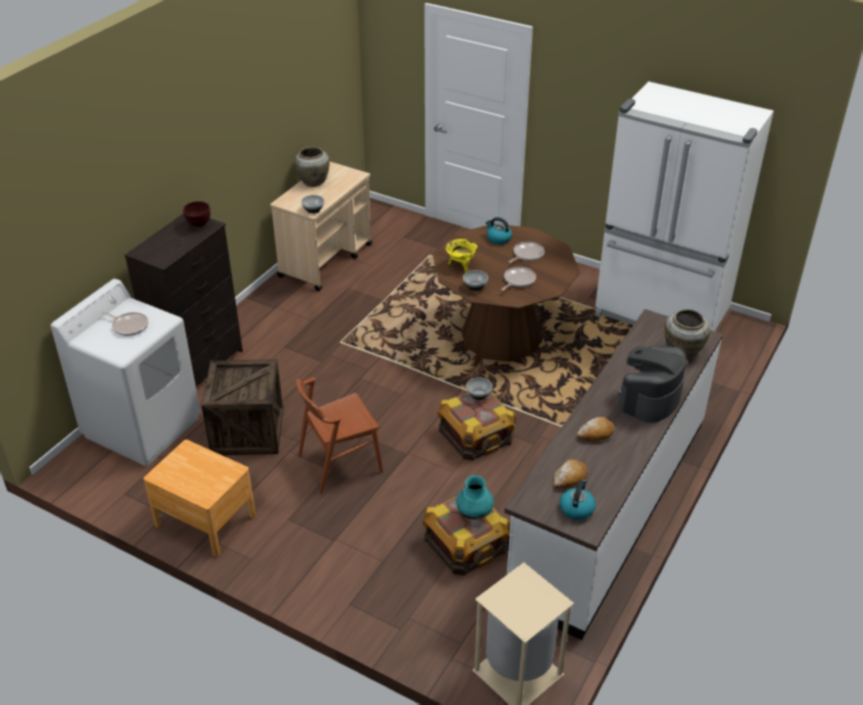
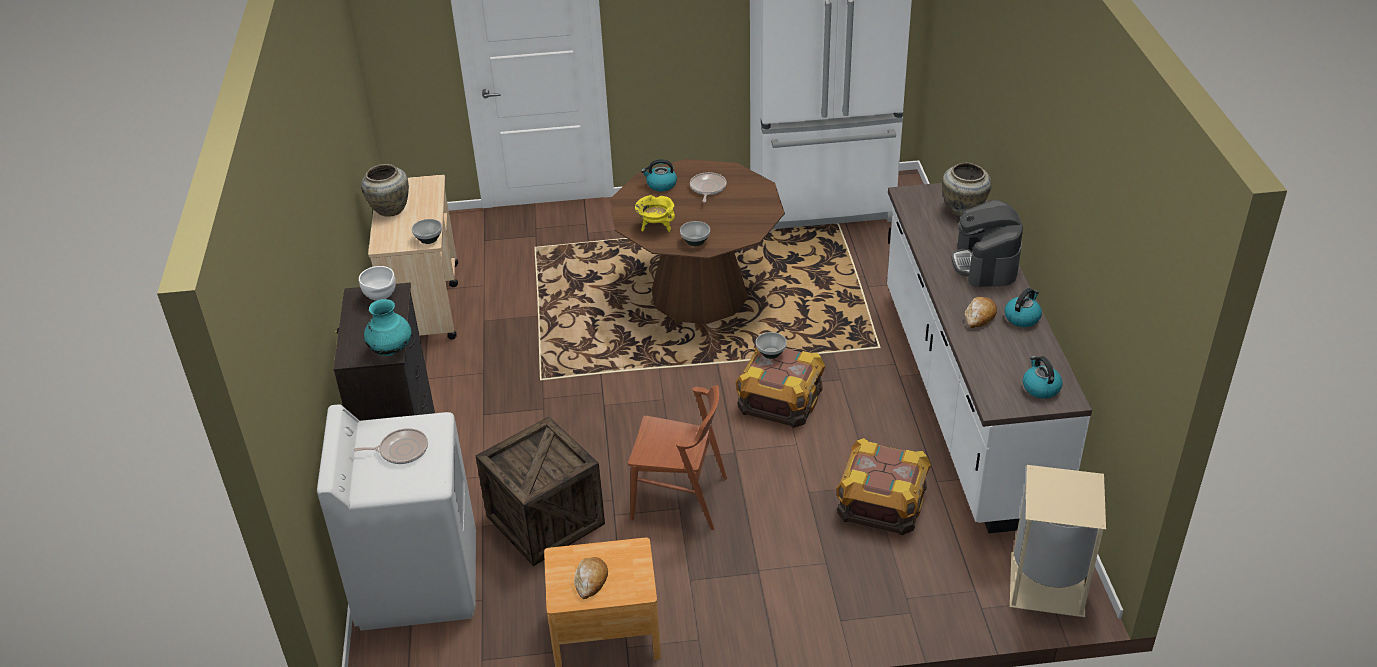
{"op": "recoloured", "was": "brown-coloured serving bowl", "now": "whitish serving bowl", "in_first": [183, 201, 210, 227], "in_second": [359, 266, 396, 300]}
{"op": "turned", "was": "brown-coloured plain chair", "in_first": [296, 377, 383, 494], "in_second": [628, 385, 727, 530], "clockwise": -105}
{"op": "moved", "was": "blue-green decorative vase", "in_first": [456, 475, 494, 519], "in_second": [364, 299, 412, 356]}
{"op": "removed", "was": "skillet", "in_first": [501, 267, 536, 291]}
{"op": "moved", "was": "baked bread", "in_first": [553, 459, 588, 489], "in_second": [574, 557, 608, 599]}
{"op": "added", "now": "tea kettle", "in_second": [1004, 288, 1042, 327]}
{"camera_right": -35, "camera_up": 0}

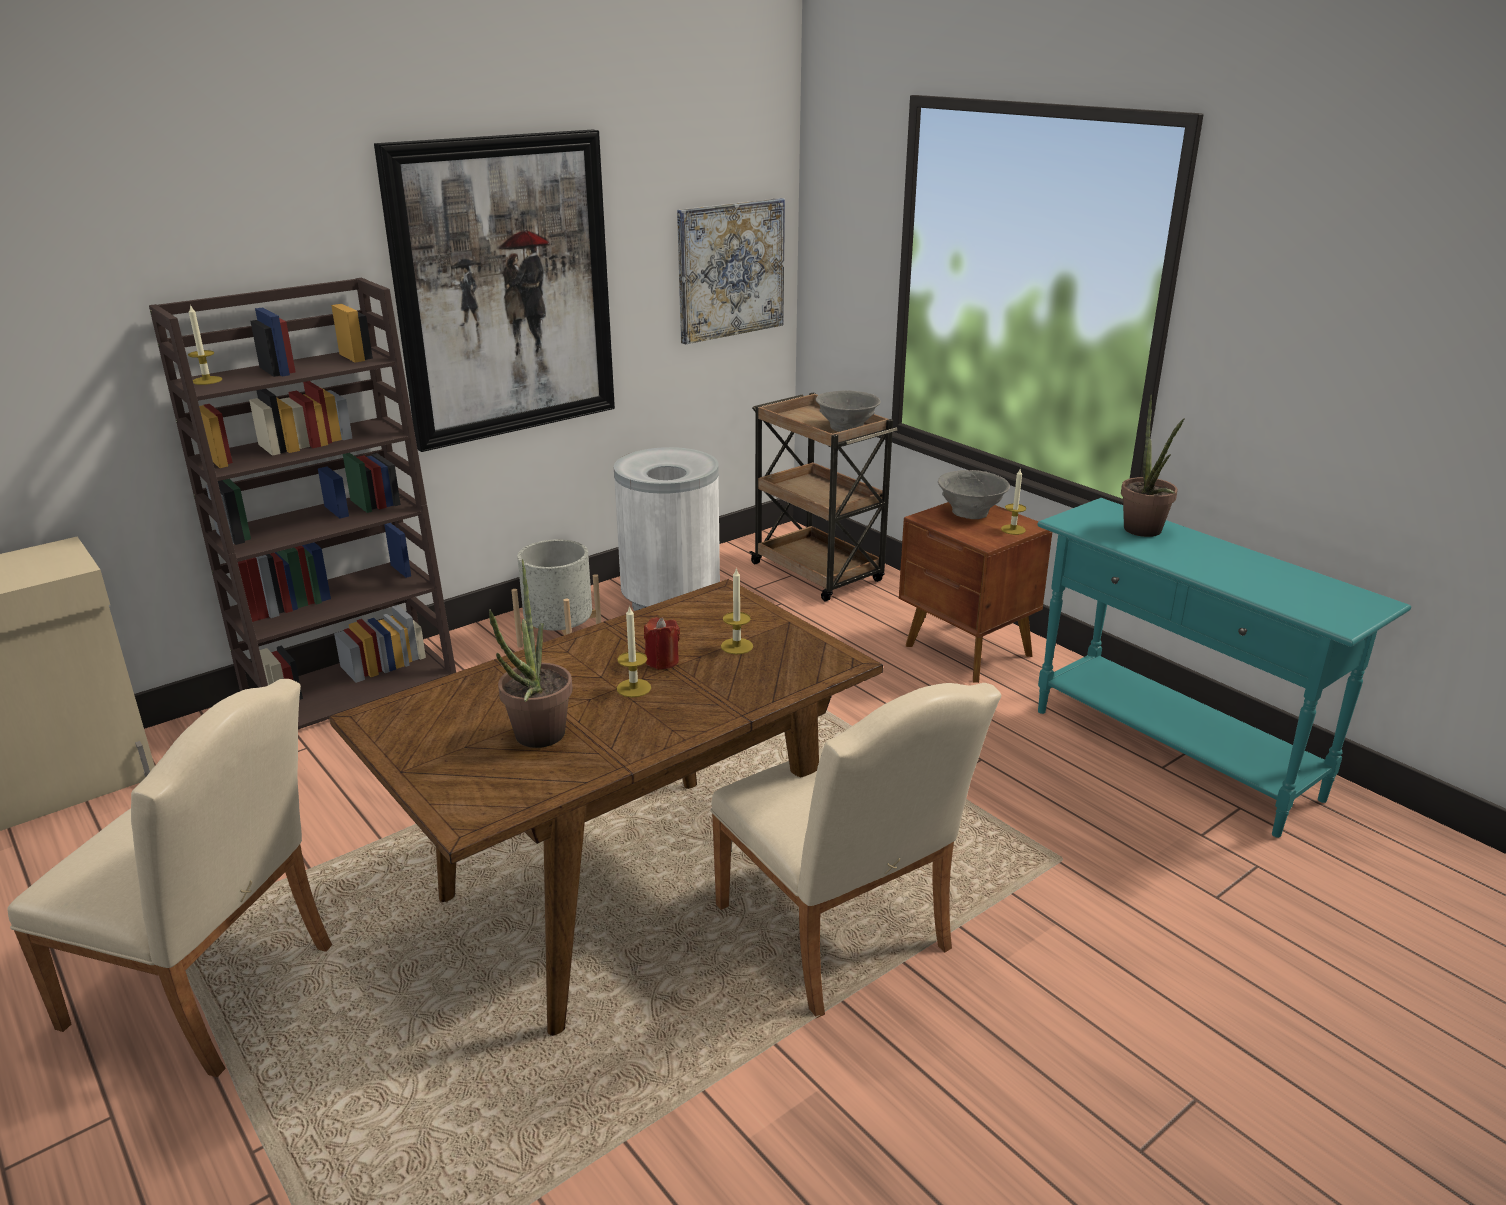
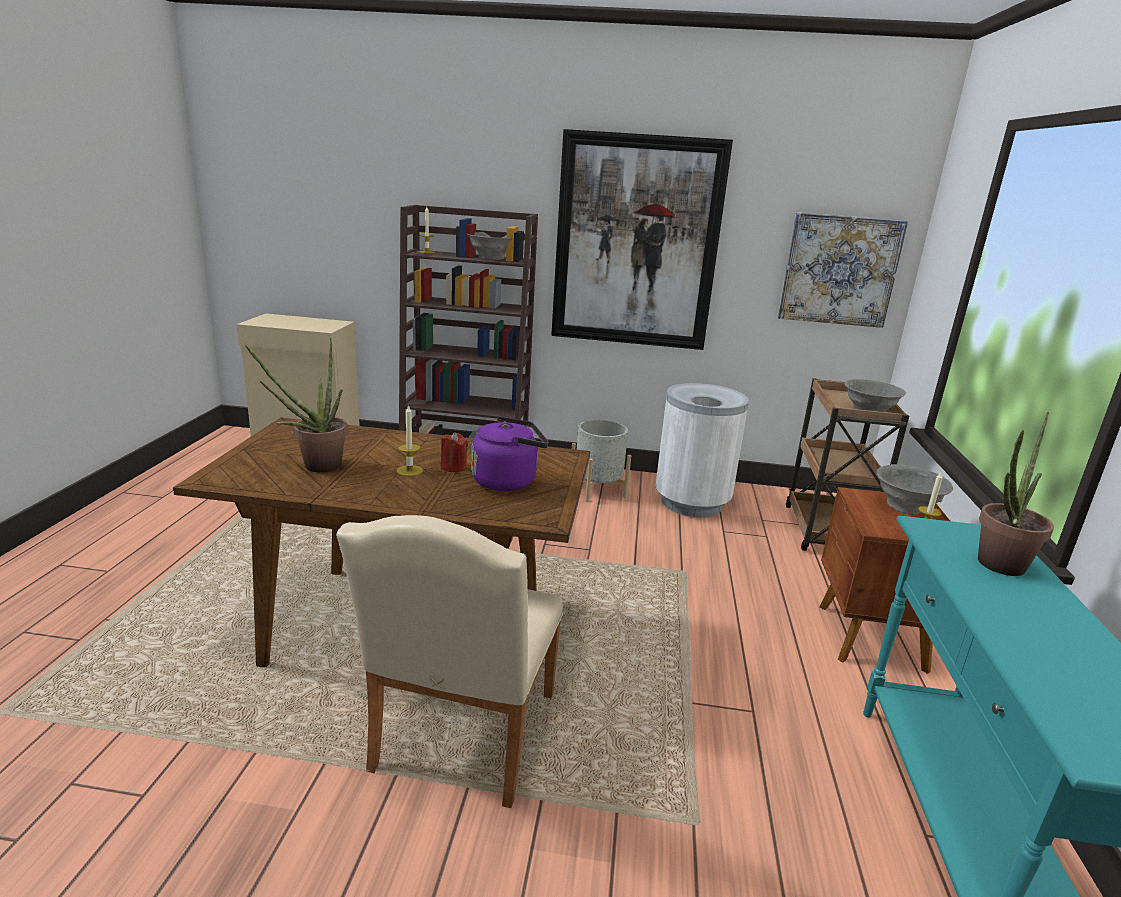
{"op": "removed", "was": "beige-coloured plain chair", "in_first": [7, 679, 332, 1077]}
{"op": "replaced", "was": "candle", "now": "purple tea kettle", "in_first": [721, 567, 753, 654], "in_second": [471, 416, 549, 491]}
{"op": "added", "now": "grey serving bowl", "in_second": [467, 232, 513, 260]}
{"camera_right": 45, "camera_up": -5}

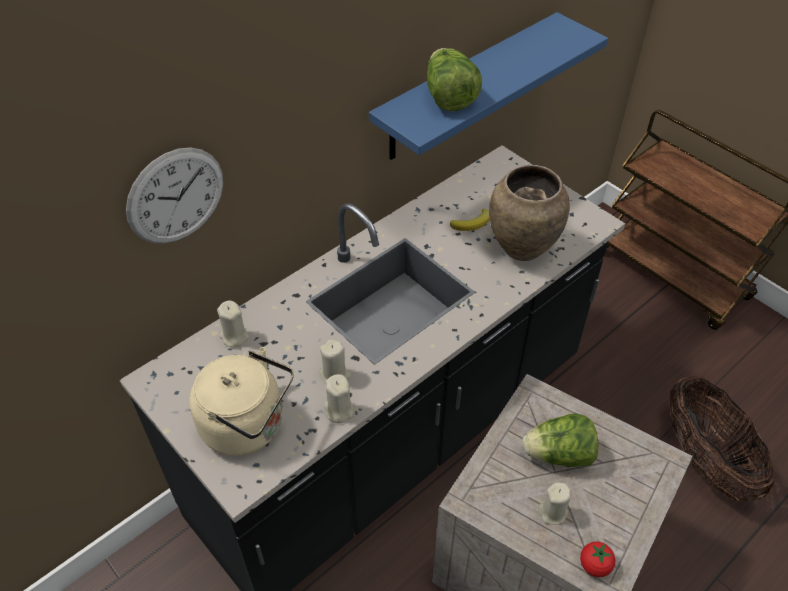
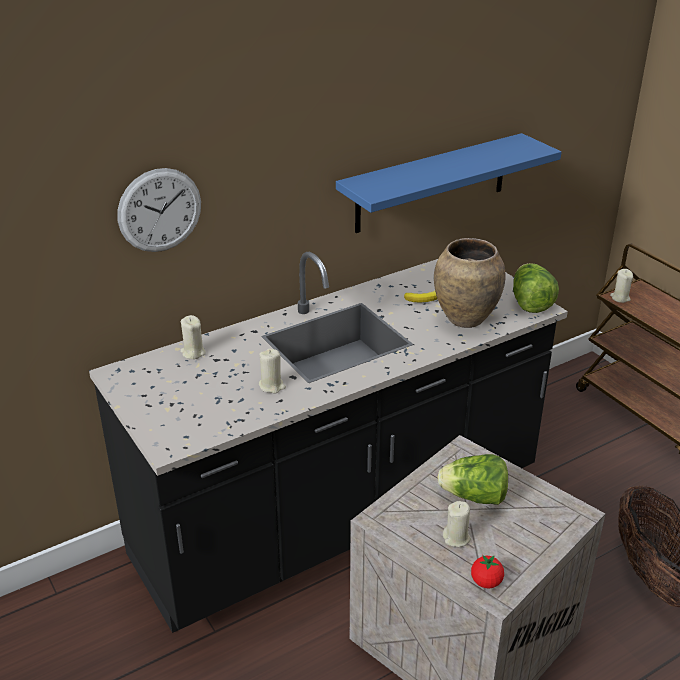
{"op": "removed", "was": "beige-coloured tea kettle", "in_first": [189, 347, 294, 456]}
{"op": "moved", "was": "beige-coloured candle", "in_first": [324, 374, 354, 423], "in_second": [610, 269, 633, 303]}
{"op": "moved", "was": "lettuce", "in_first": [427, 48, 482, 111], "in_second": [513, 263, 559, 313]}
{"camera_right": 10, "camera_up": -15}

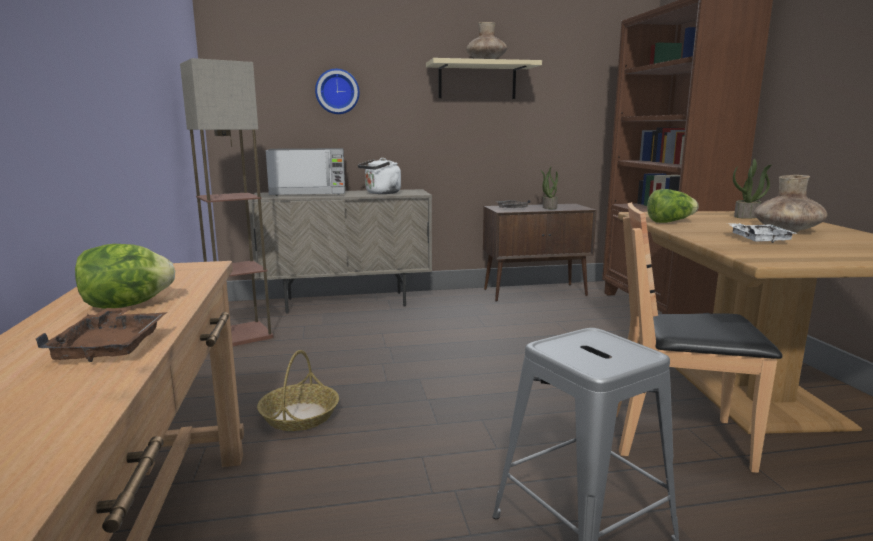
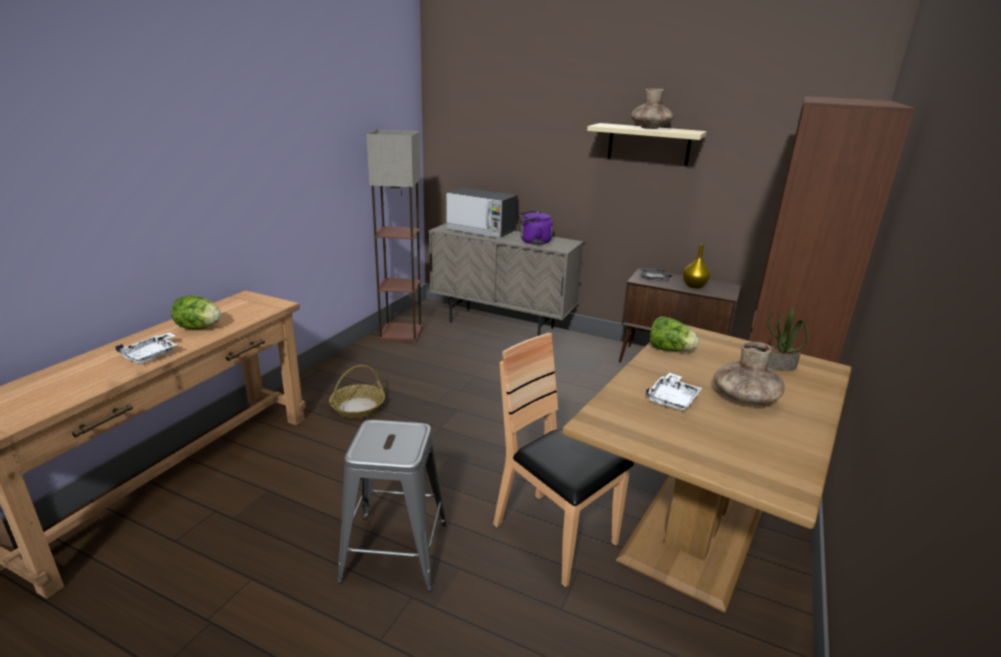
{"op": "recoloured", "was": "brown-coloured tray", "now": "whitish tray", "in_first": [36, 308, 167, 362], "in_second": [115, 333, 178, 364]}
{"op": "removed", "was": "clock on the wall", "in_first": [315, 69, 360, 114]}
{"op": "recoloured", "was": "whitish tea kettle", "now": "purple tea kettle", "in_first": [358, 158, 401, 194], "in_second": [518, 210, 553, 245]}
{"op": "replaced", "was": "plant in a pot", "now": "yellowish decorative vase", "in_first": [540, 167, 558, 209], "in_second": [683, 245, 711, 289]}
{"camera_right": 35, "camera_up": 10}

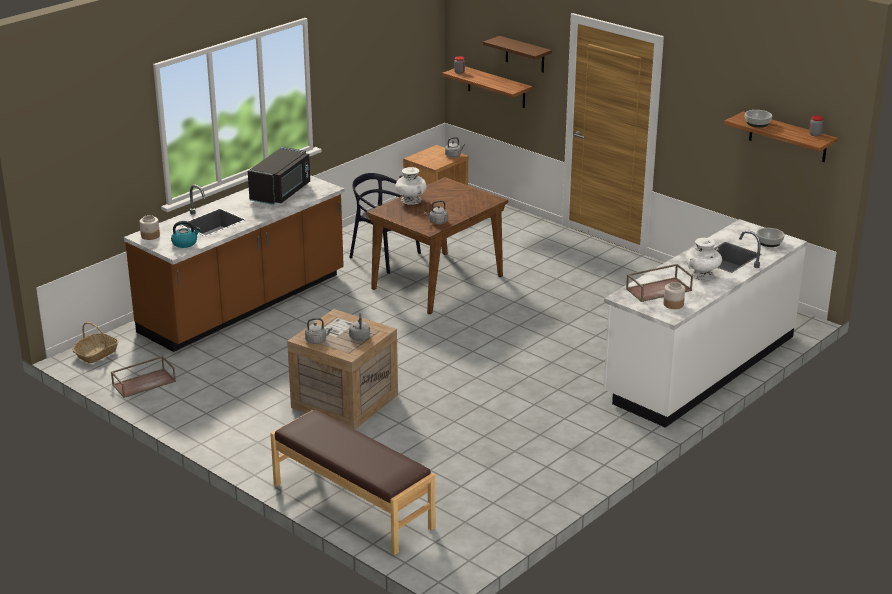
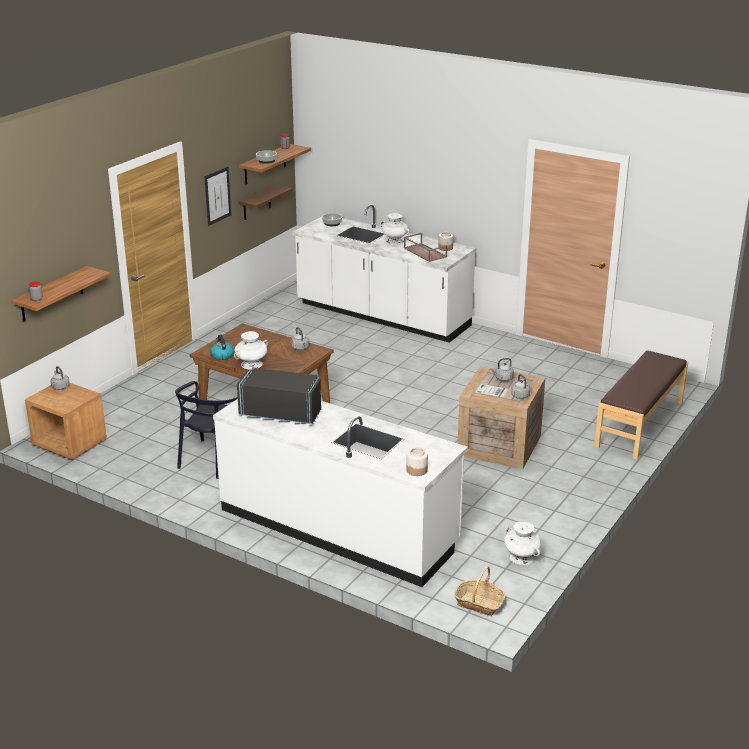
{"op": "replaced", "was": "brown-coloured tray", "now": "whitish decorative vase", "in_first": [111, 356, 176, 398], "in_second": [504, 522, 541, 565]}
{"op": "recoloured", "was": "brown-coloured counter", "now": "whitish counter", "in_first": [124, 175, 345, 352], "in_second": [213, 399, 468, 587]}
{"op": "moved", "was": "tea kettle", "in_first": [171, 221, 200, 248], "in_second": [210, 334, 234, 360]}
{"op": "moved", "was": "brown-coloured shelf", "in_first": [483, 36, 552, 73], "in_second": [238, 185, 292, 220]}
{"op": "added", "now": "picture", "in_second": [205, 167, 231, 226]}
{"camera_right": -100, "camera_up": 0}

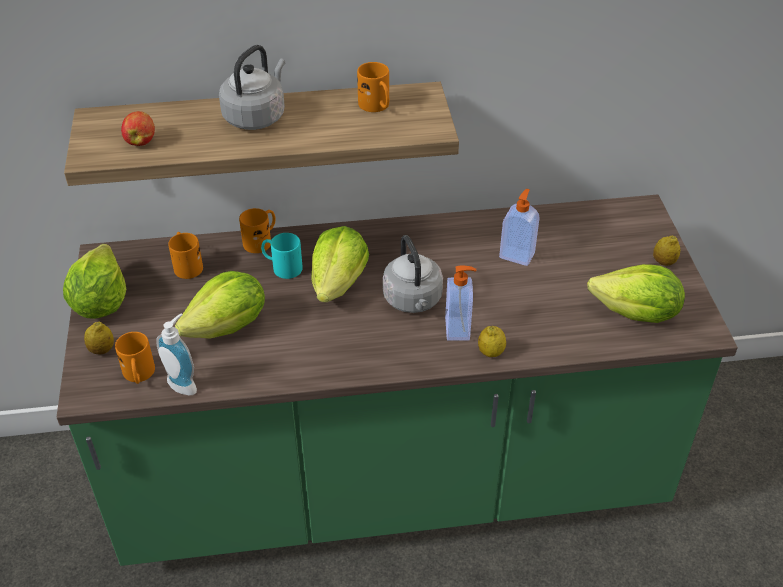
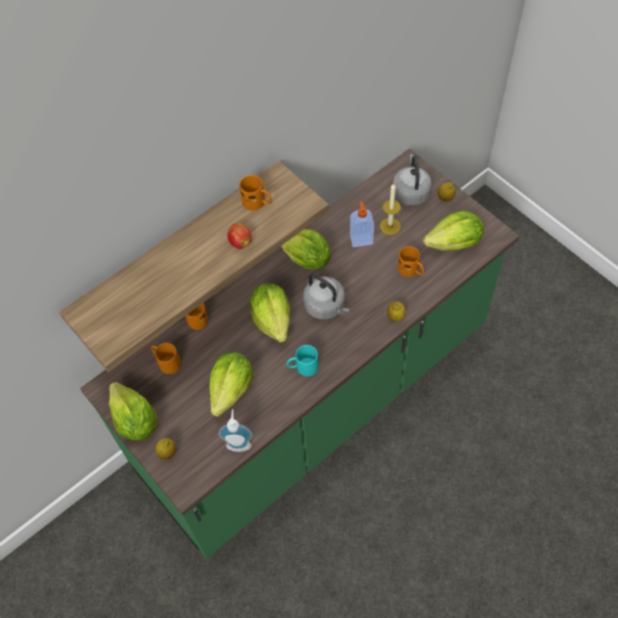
{"op": "moved", "was": "orangey mug", "in_first": [115, 332, 155, 384], "in_second": [398, 246, 424, 277]}
{"op": "moved", "was": "apple fruit", "in_first": [121, 111, 155, 146], "in_second": [227, 223, 252, 249]}
{"op": "moved", "was": "grey tea kettle", "in_first": [219, 45, 285, 130], "in_second": [393, 154, 432, 206]}
{"op": "moved", "was": "blue-green mug", "in_first": [261, 233, 303, 279], "in_second": [287, 345, 318, 376]}
{"op": "removed", "was": "liquid soap bottle", "in_first": [445, 265, 476, 341]}
{"op": "added", "now": "lettuce", "in_second": [281, 229, 331, 270]}
{"op": "added", "now": "candle", "in_second": [380, 183, 401, 235]}
{"camera_right": -30, "camera_up": 15}

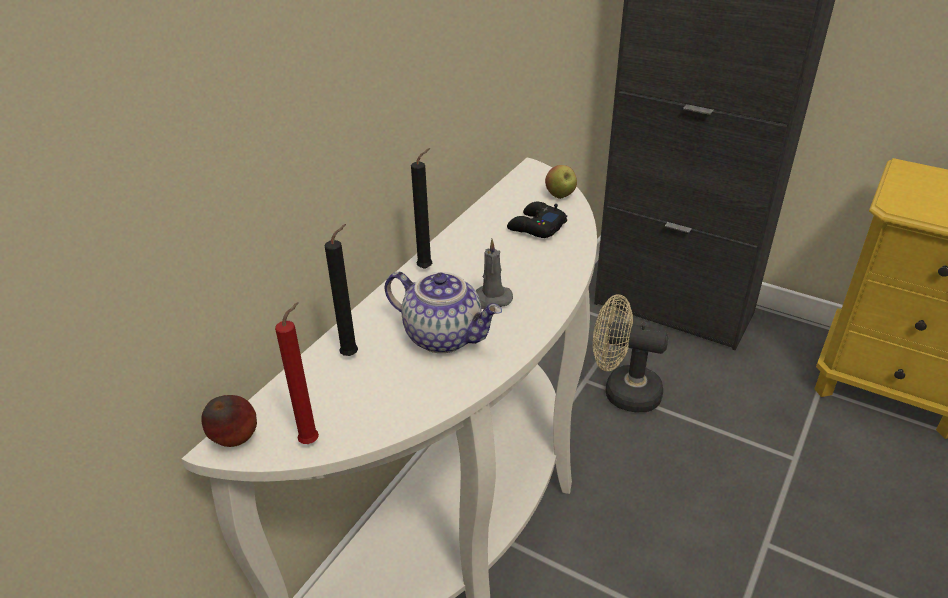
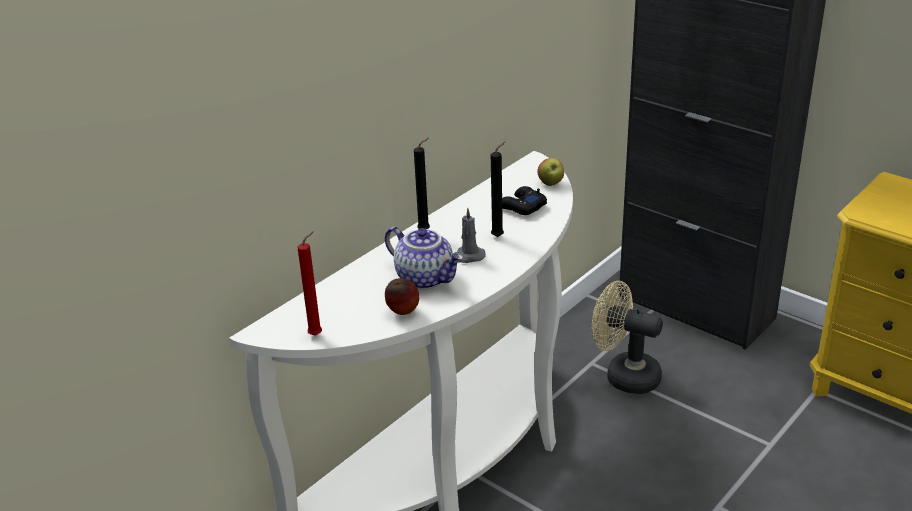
{"op": "moved", "was": "apple fruit", "in_first": [201, 395, 257, 447], "in_second": [385, 278, 419, 315]}
{"op": "moved", "was": "black-coloured candle", "in_first": [324, 224, 358, 356], "in_second": [491, 142, 505, 237]}
{"camera_right": 10, "camera_up": -5}

